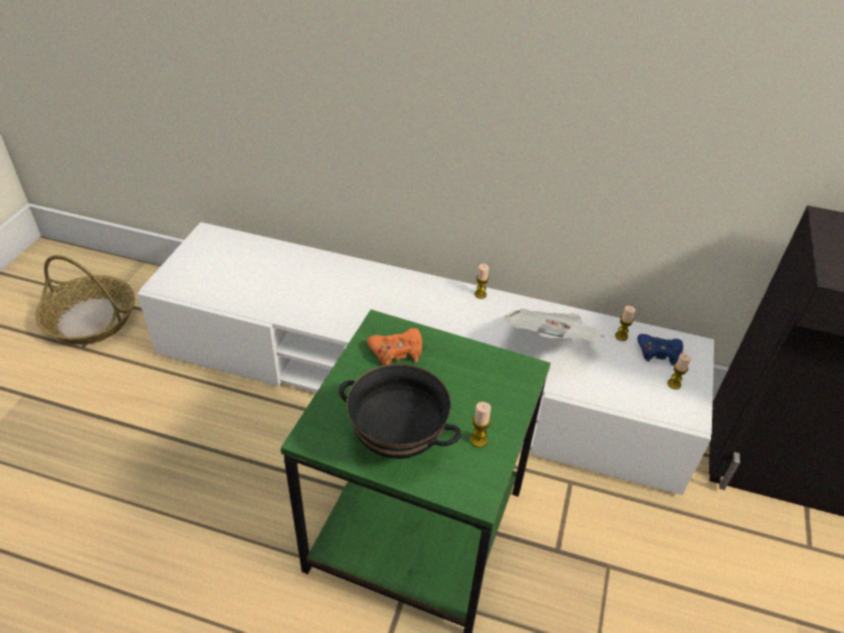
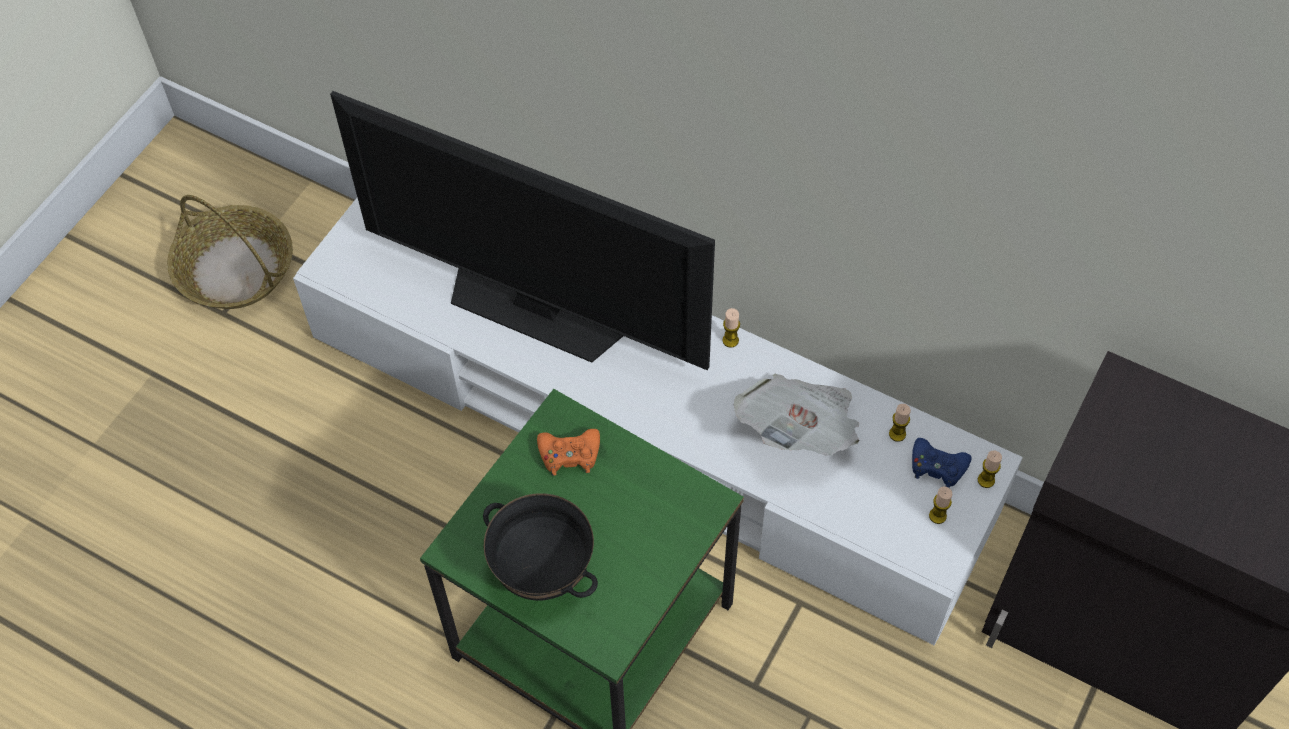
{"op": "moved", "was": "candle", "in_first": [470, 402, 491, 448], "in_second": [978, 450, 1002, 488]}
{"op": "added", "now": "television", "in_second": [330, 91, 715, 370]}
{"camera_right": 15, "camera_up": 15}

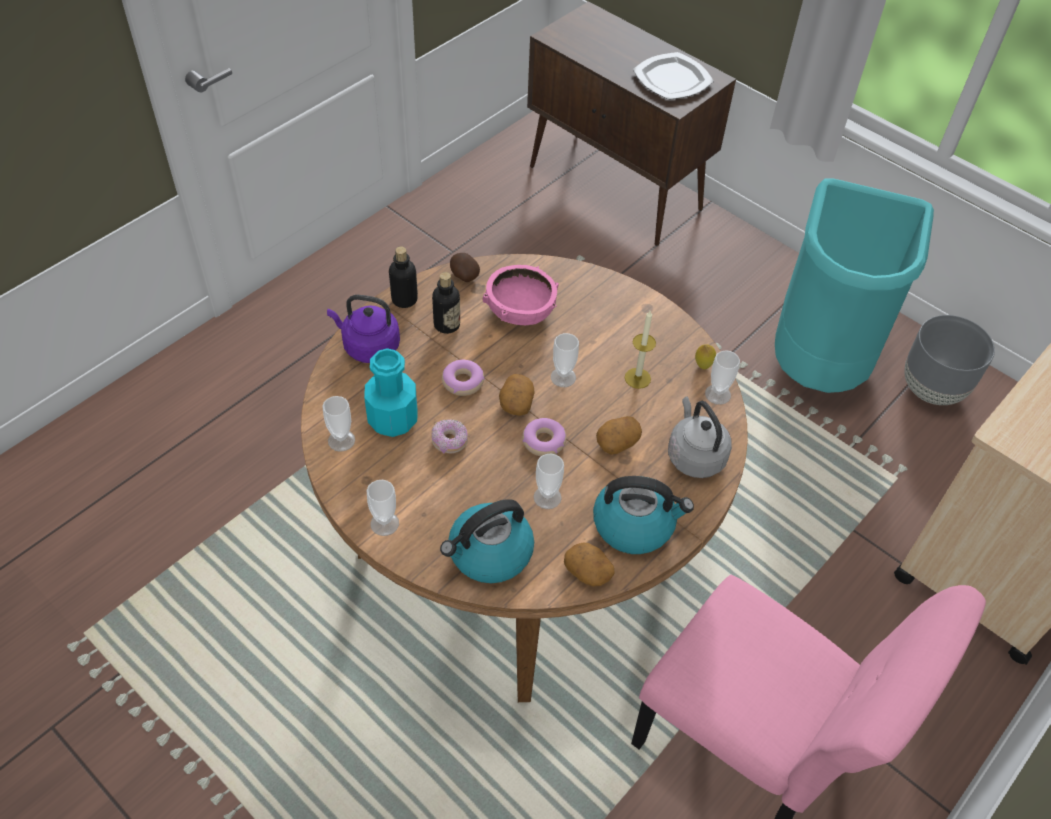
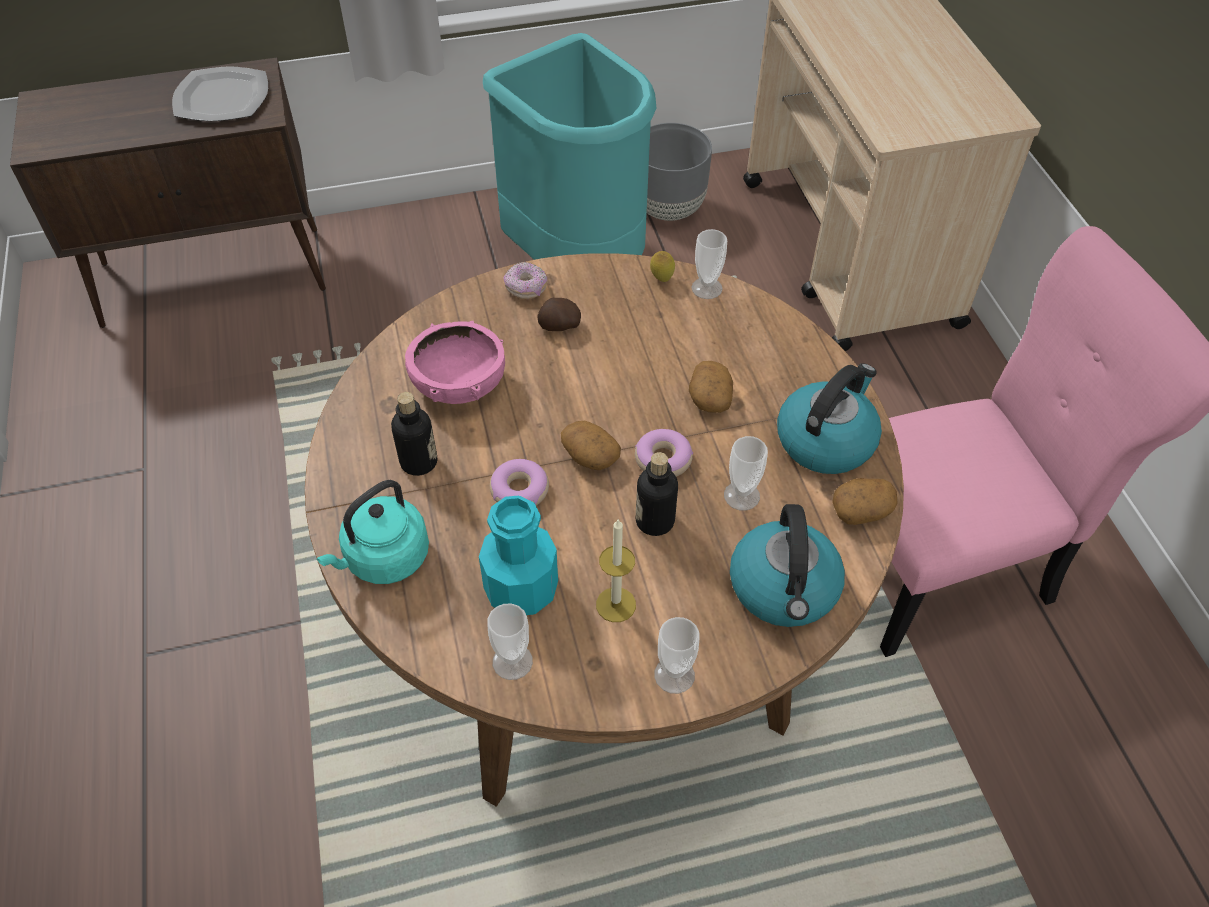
{"op": "recoloured", "was": "purple tea kettle", "now": "blue-green tea kettle", "in_first": [327, 295, 400, 363], "in_second": [317, 480, 429, 584]}
{"op": "moved", "was": "beverage bottle", "in_first": [389, 246, 418, 308], "in_second": [636, 452, 678, 536]}
{"op": "moved", "was": "ring doughnut", "in_first": [431, 419, 468, 454], "in_second": [503, 262, 547, 299]}
{"op": "moved", "was": "whole potato", "in_first": [450, 253, 480, 282], "in_second": [537, 298, 581, 331]}
{"op": "removed", "was": "small cup", "in_first": [551, 333, 579, 387]}
{"op": "moved", "was": "candle", "in_first": [625, 311, 656, 389], "in_second": [596, 519, 636, 622]}
{"op": "removed", "was": "grey tea kettle", "in_first": [668, 396, 732, 478]}
{"camera_right": -55, "camera_up": 0}

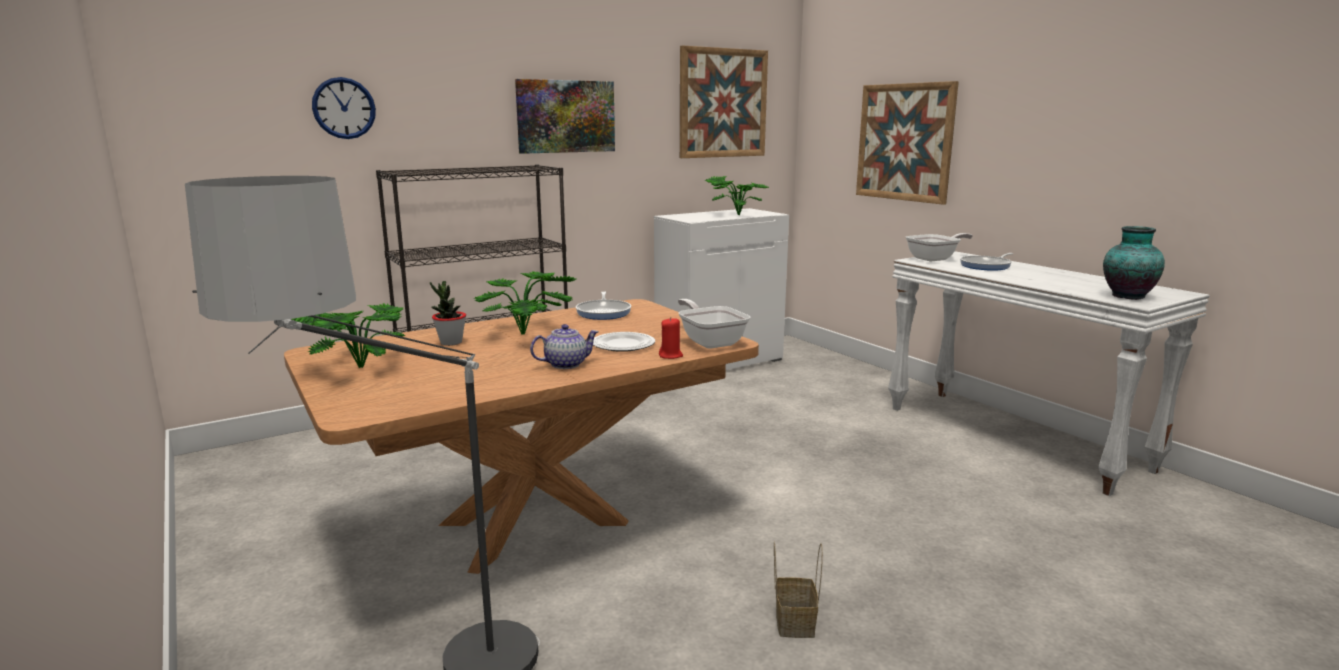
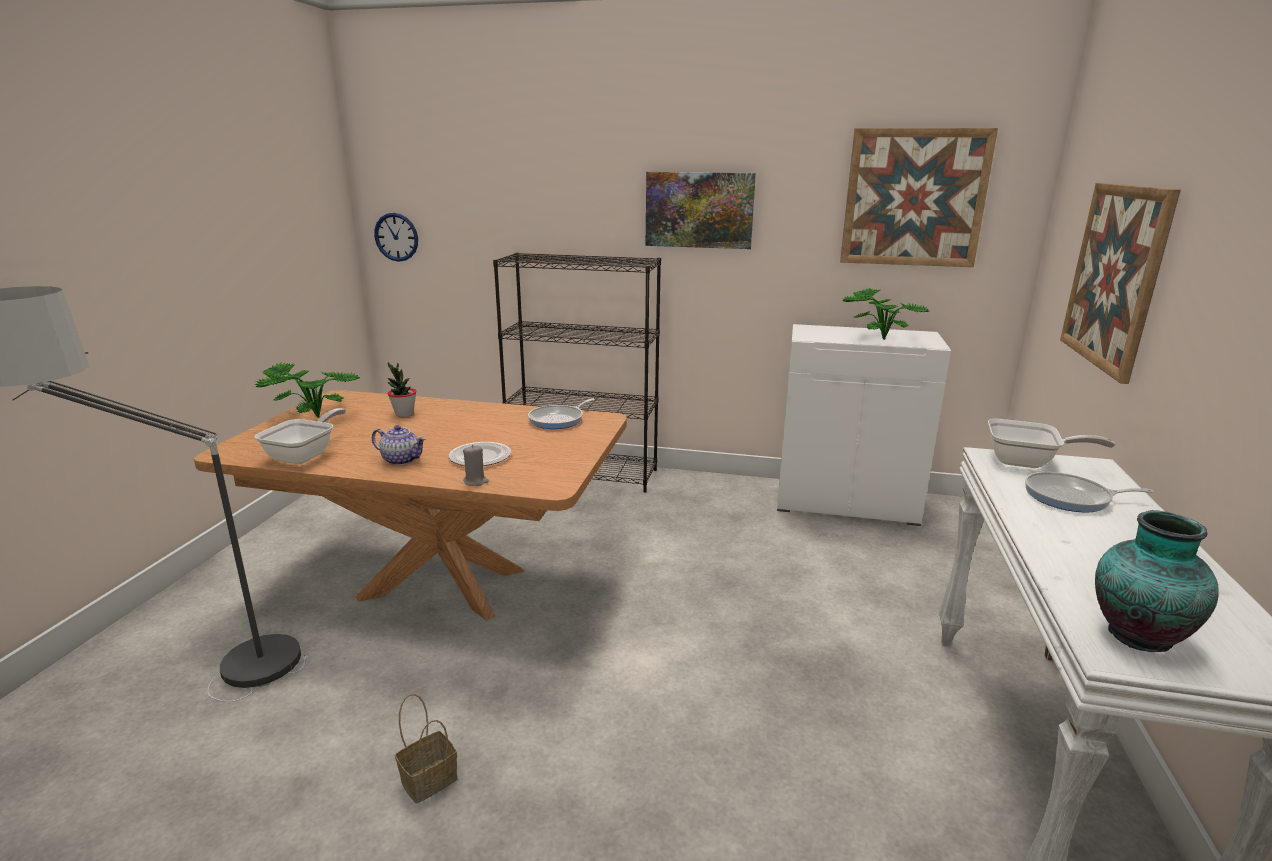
{"op": "moved", "was": "clock on the wall", "in_first": [312, 77, 376, 139], "in_second": [374, 213, 418, 262]}
{"op": "removed", "was": "plant in a pot", "in_first": [474, 271, 576, 335]}
{"op": "recoloured", "was": "red-coloured candle", "now": "grey candle", "in_first": [659, 317, 683, 359], "in_second": [463, 445, 489, 486]}
{"op": "moved", "was": "skillet", "in_first": [678, 299, 750, 349], "in_second": [254, 408, 346, 464]}
{"camera_right": 45, "camera_up": 5}

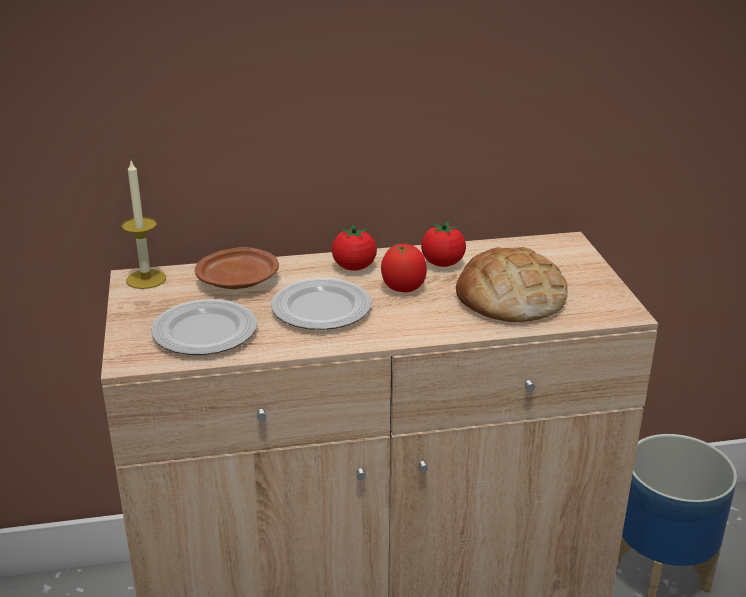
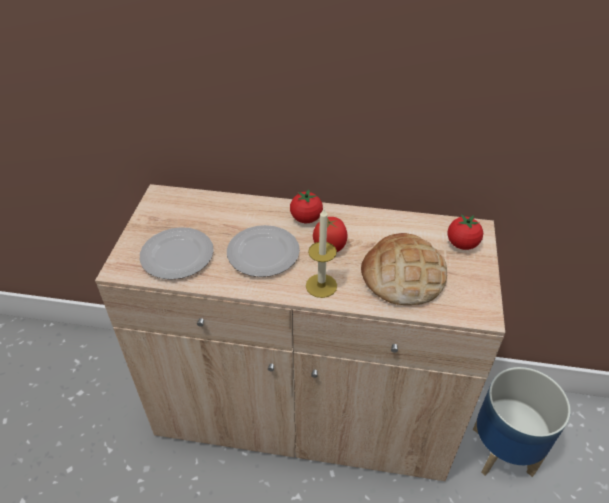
{"op": "moved", "was": "candle", "in_first": [122, 161, 166, 289], "in_second": [306, 209, 337, 298]}
{"op": "removed", "was": "brown-coloured dinner plate", "in_first": [195, 247, 279, 289]}
{"op": "moved", "was": "tomato", "in_first": [421, 222, 466, 267], "in_second": [447, 214, 483, 250]}
{"camera_right": 20, "camera_up": 15}

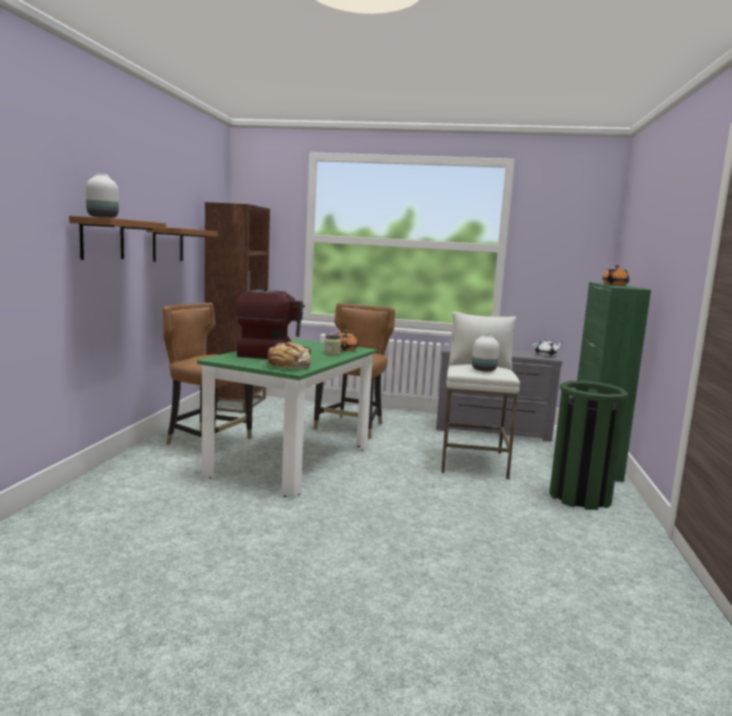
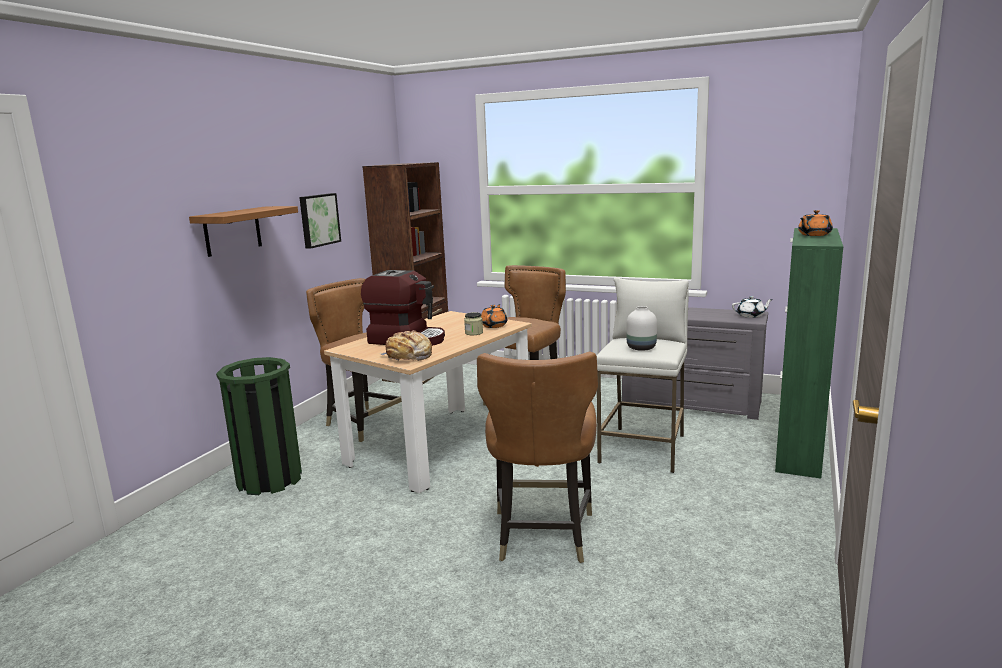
{"op": "removed", "was": "whitish decorative vase", "in_first": [86, 173, 119, 218]}
{"op": "replaced", "was": "shelf", "now": "picture", "in_first": [146, 227, 218, 262], "in_second": [299, 193, 341, 249]}
{"op": "recoloured", "was": "green dinner table", "now": "beige-coloured dinner table", "in_first": [197, 339, 377, 498], "in_second": [324, 311, 532, 493]}
{"op": "moved", "was": "green waste bin", "in_first": [549, 381, 629, 510], "in_second": [216, 357, 302, 495]}
{"op": "added", "now": "brown-coloured plain chair", "in_second": [477, 351, 598, 563]}
{"camera_right": 15, "camera_up": 5}

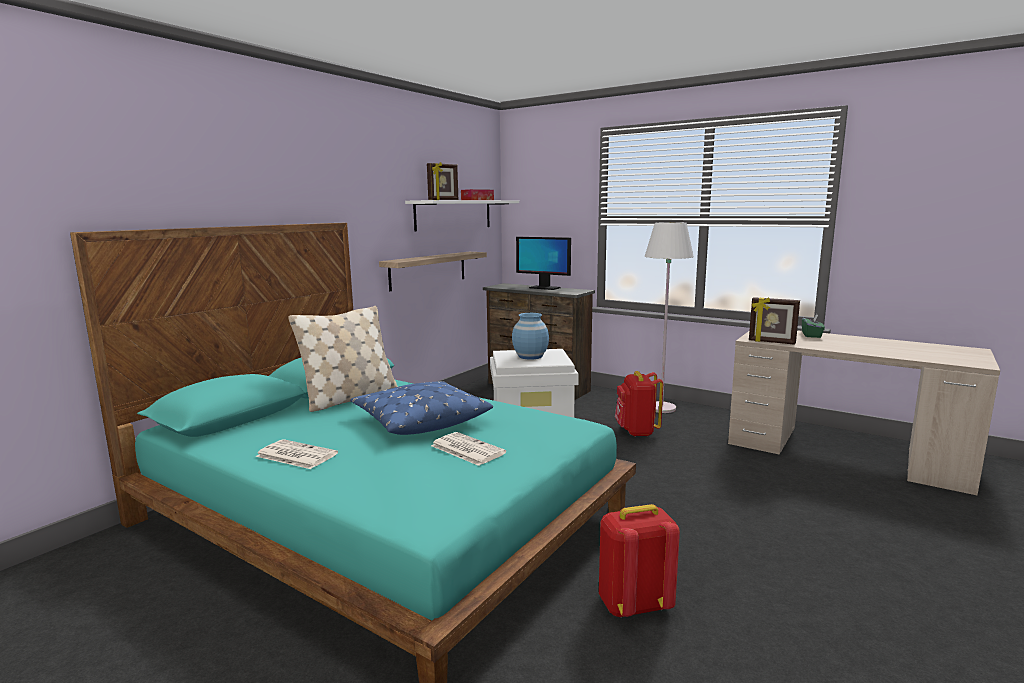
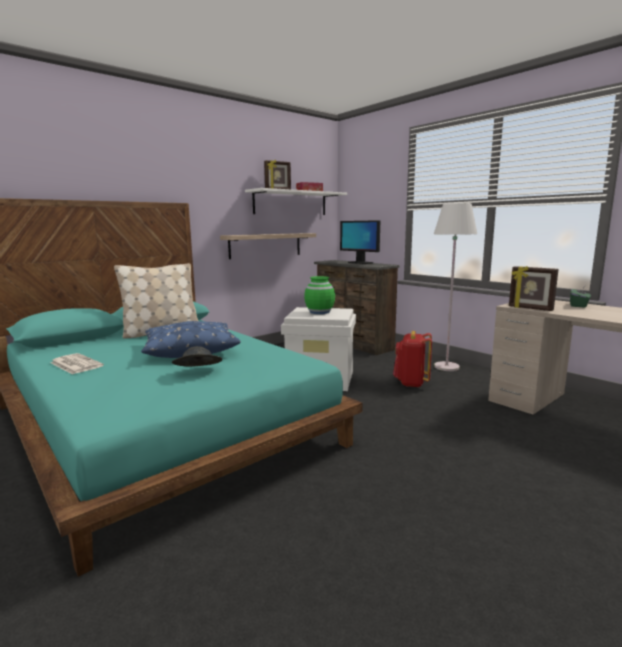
{"op": "replaced", "was": "newspaper", "now": "grey wearable hat", "in_first": [431, 432, 506, 466], "in_second": [172, 346, 222, 367]}
{"op": "recoloured", "was": "blue-coloured decorative vase", "now": "green decorative vase", "in_first": [512, 313, 549, 360], "in_second": [304, 276, 335, 314]}
{"op": "removed", "was": "red-coloured backpack", "in_first": [599, 504, 680, 618]}
{"camera_right": 15, "camera_up": 0}

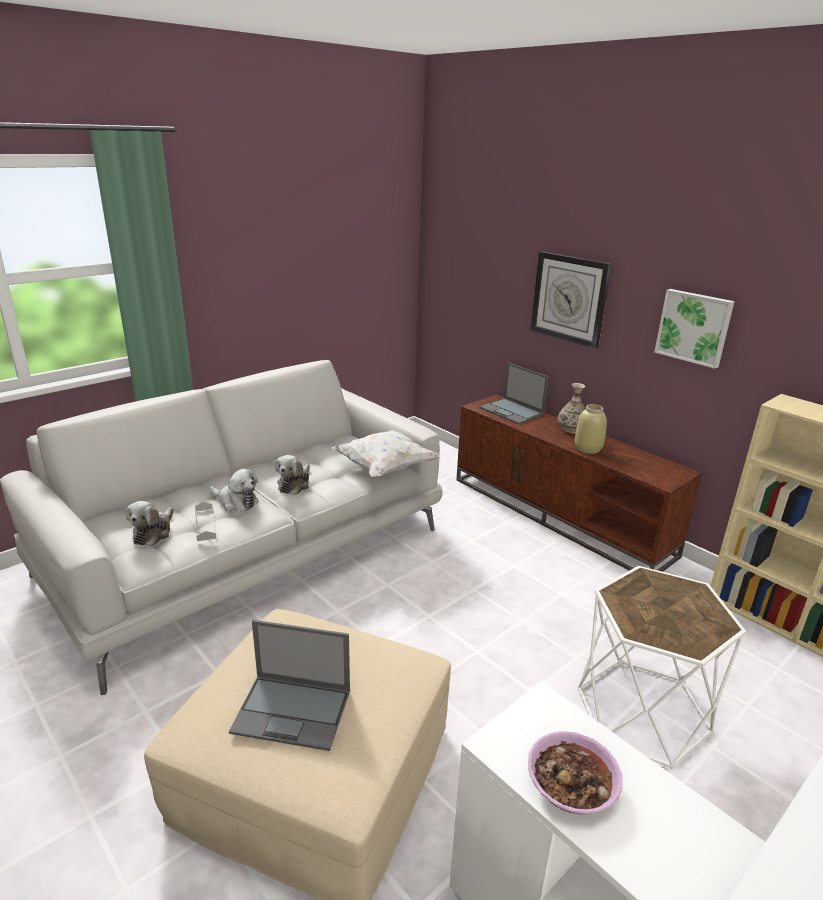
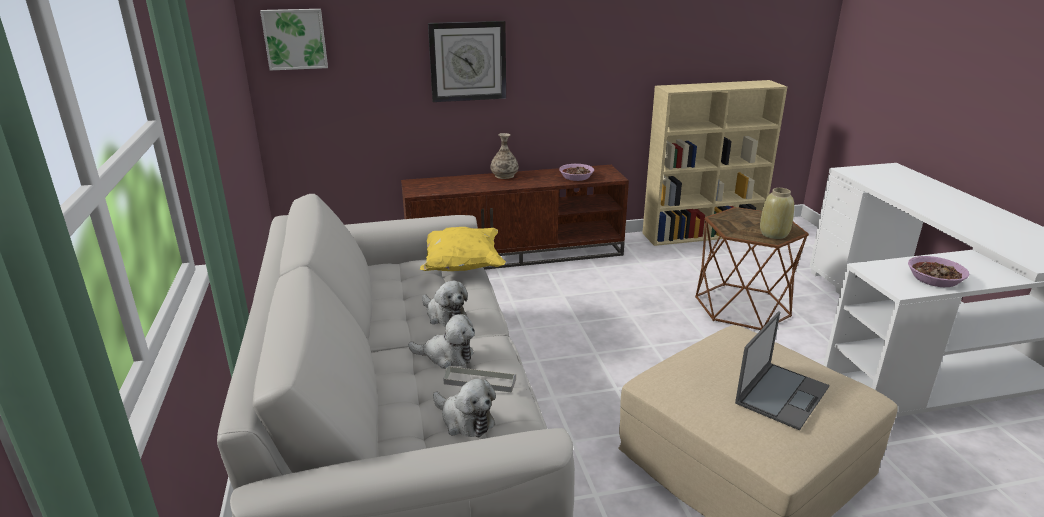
{"op": "turned", "was": "soft toy", "in_first": [210, 469, 259, 511], "in_second": [408, 314, 475, 369], "clockwise": 45}
{"op": "recoloured", "was": "whitish cushion", "now": "yellowish cushion", "in_first": [332, 430, 441, 477], "in_second": [420, 227, 506, 271]}
{"op": "removed", "was": "portable computer", "in_first": [479, 363, 549, 424]}
{"op": "moved", "was": "beige-coloured decorative vase", "in_first": [575, 404, 607, 454], "in_second": [760, 188, 794, 239]}
{"op": "recoloured", "was": "whitish side table", "now": "brown-coloured side table", "in_first": [578, 566, 746, 769], "in_second": [695, 207, 809, 330]}
{"op": "moved", "was": "picture", "in_first": [654, 289, 735, 369], "in_second": [260, 9, 328, 70]}
{"op": "added", "now": "serving bowl", "in_second": [559, 164, 594, 181]}
{"camera_right": -60, "camera_up": 0}

